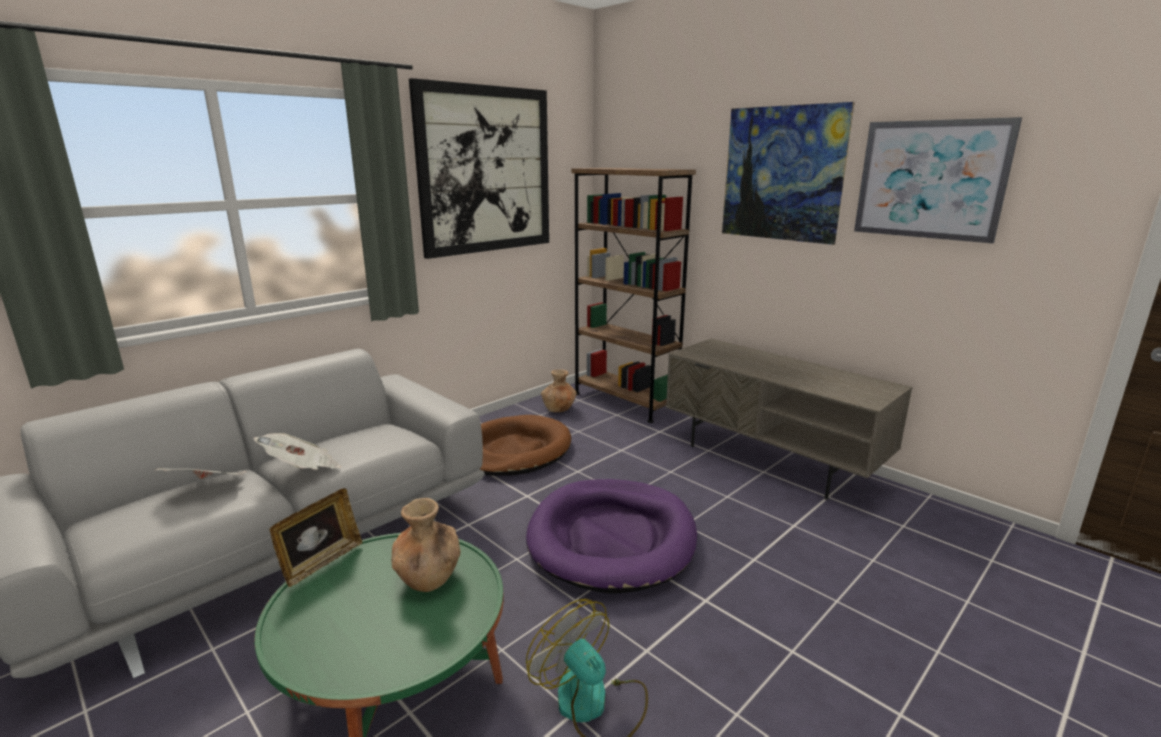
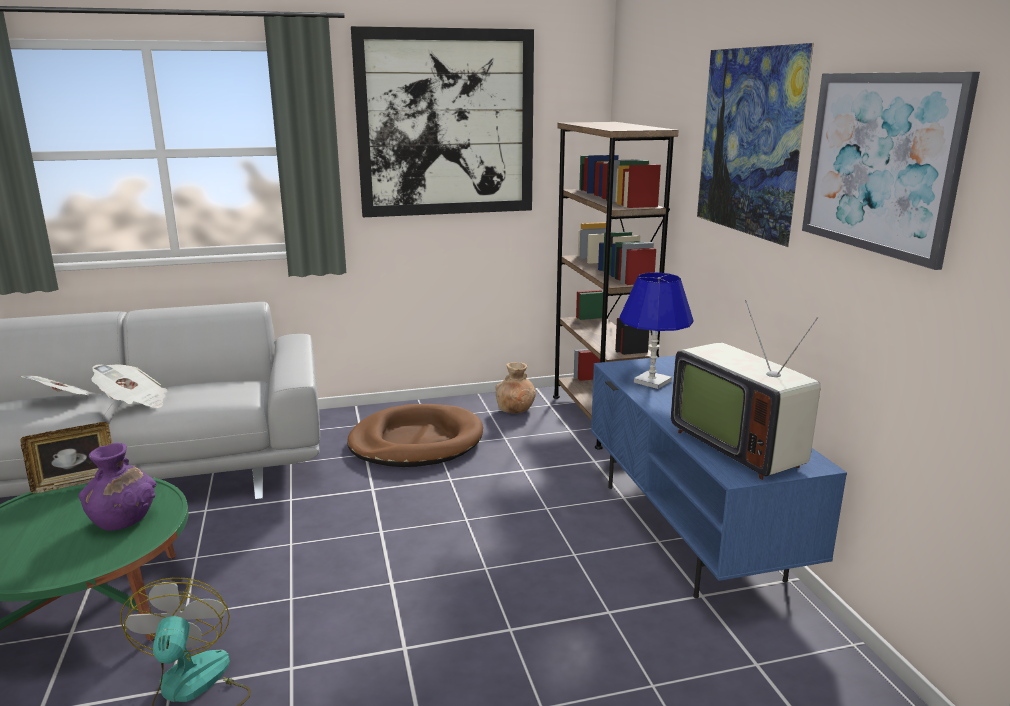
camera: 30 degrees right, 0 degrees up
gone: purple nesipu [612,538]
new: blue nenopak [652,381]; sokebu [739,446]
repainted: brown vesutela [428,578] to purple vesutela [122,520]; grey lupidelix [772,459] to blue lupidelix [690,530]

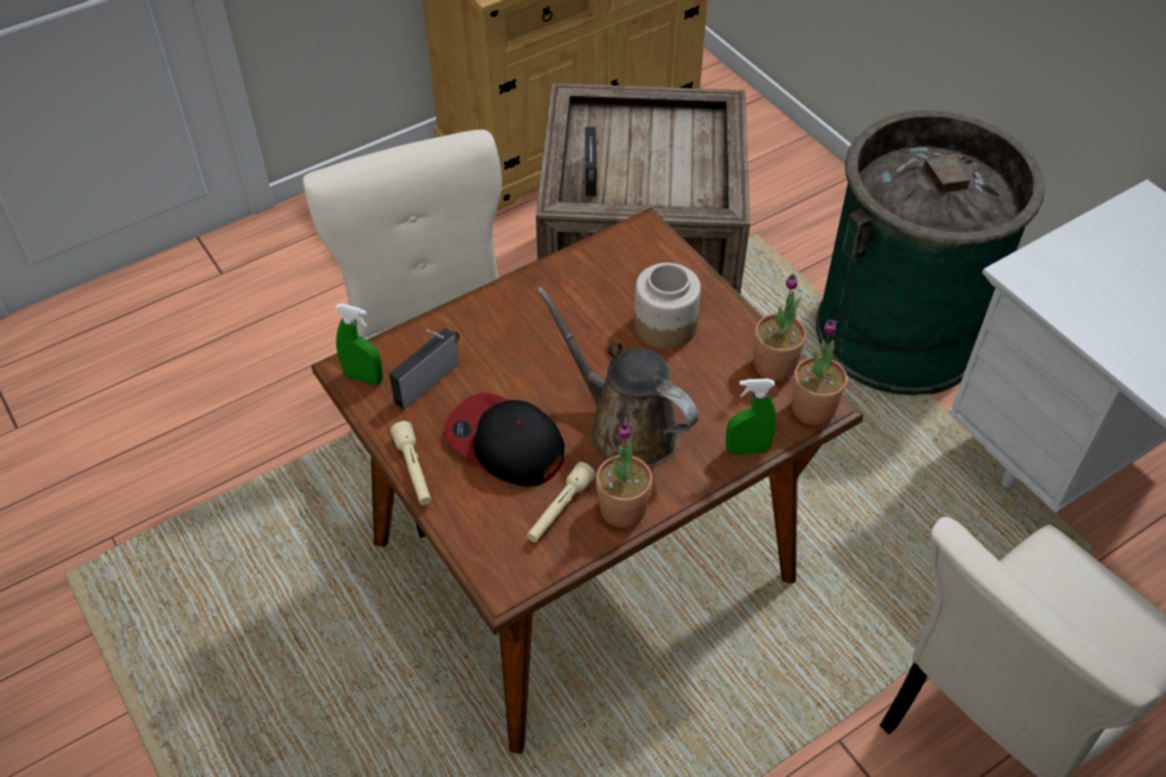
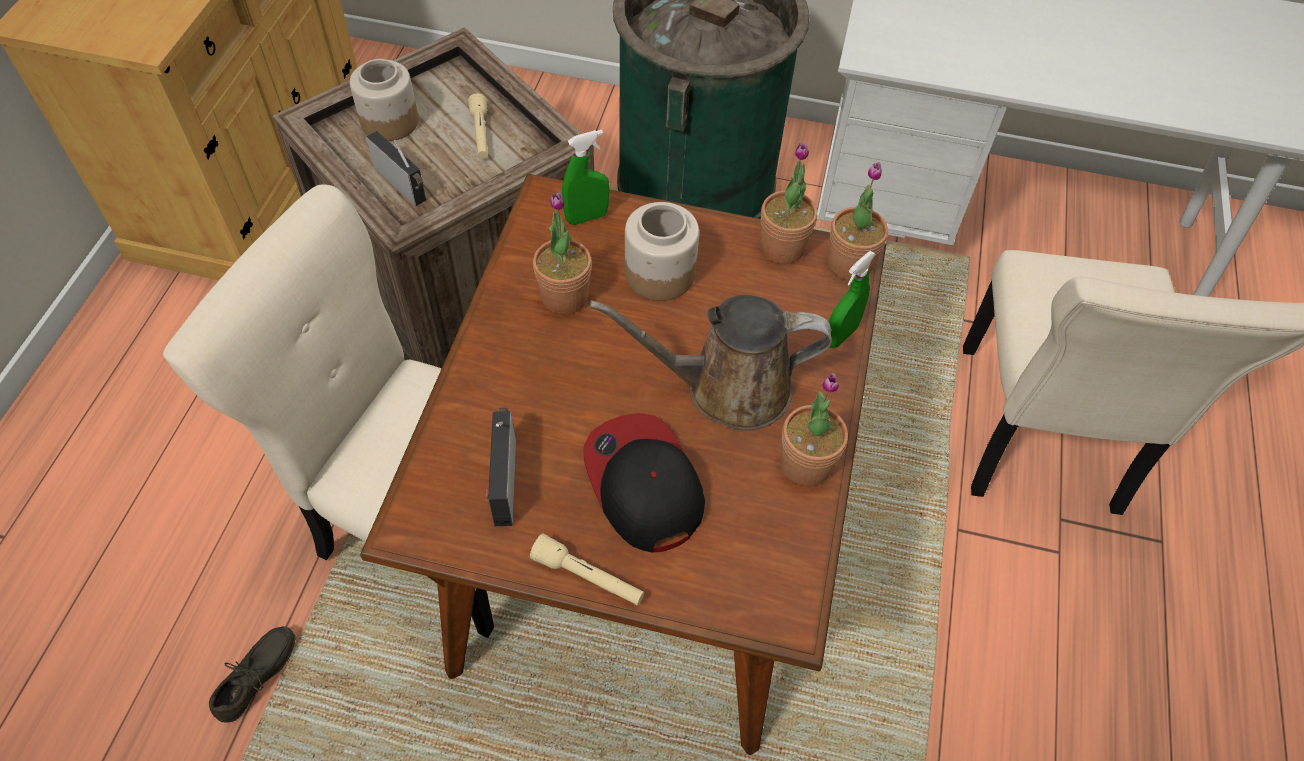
camera: 45 degrees left, 5 degrees up
new: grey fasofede [260,678]; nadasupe [389,122]; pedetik [564,297]
shifted: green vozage [363,377] to [586,217]; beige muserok [559,509] to [481,134]
rotated: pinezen [505,443] = [642,484] 75 degrees clockwise

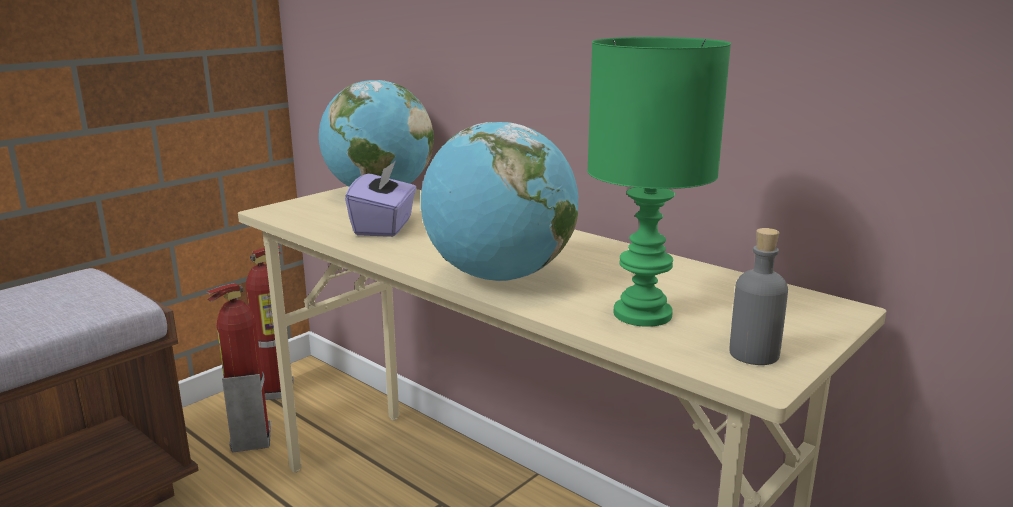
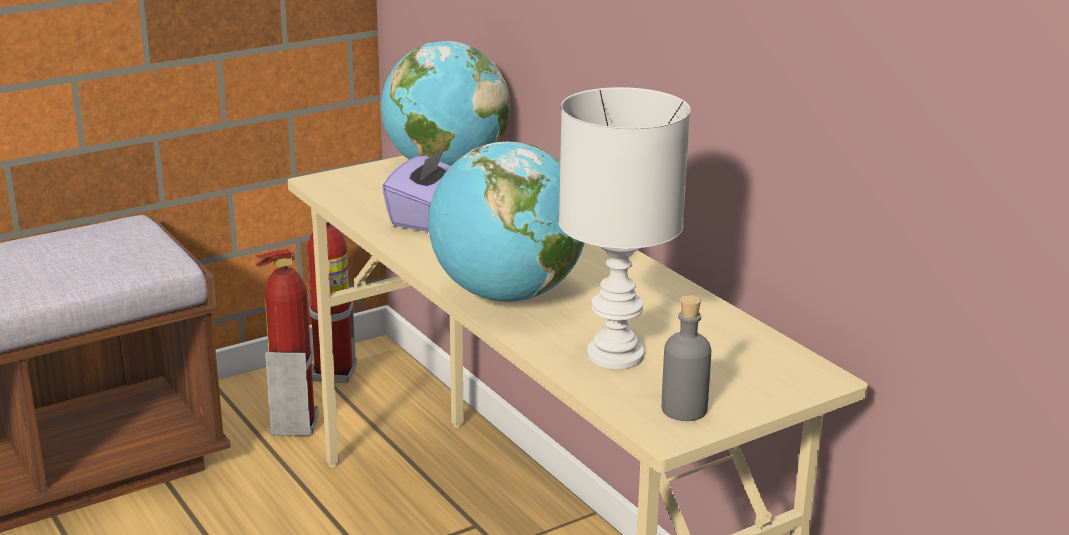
camera: 15 degrees right, 5 degrees up
repainted: green nenopak [641,313] to white nenopak [615,354]

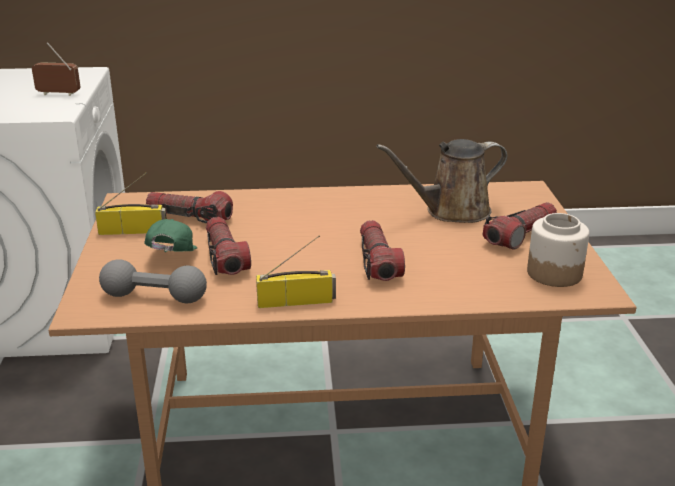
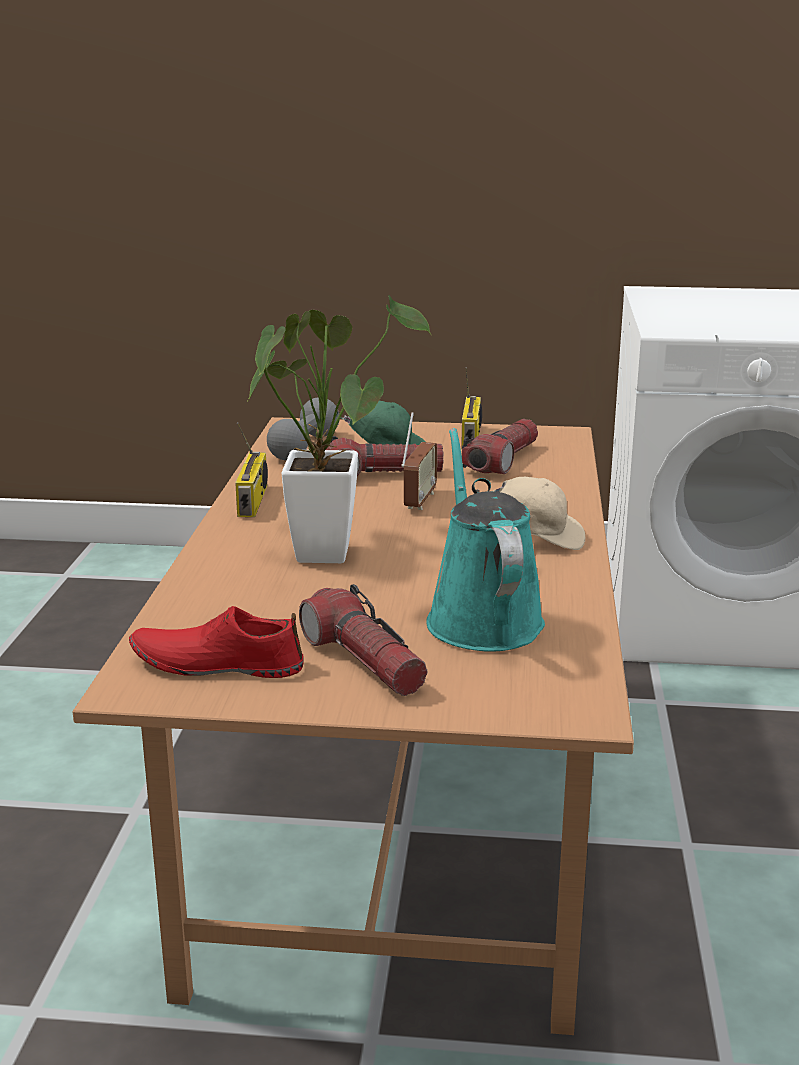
camera: 100 degrees right, 5 degrees down
new: beige pinezen [536,538]
shifted: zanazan [58,94] to [419,501]
swapped: muserok [378,262] to pedetik [325,548]; nadasupe [554,273] to red fasofede [216,663]
repainted: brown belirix [451,211] to turquoise belirix [481,618]

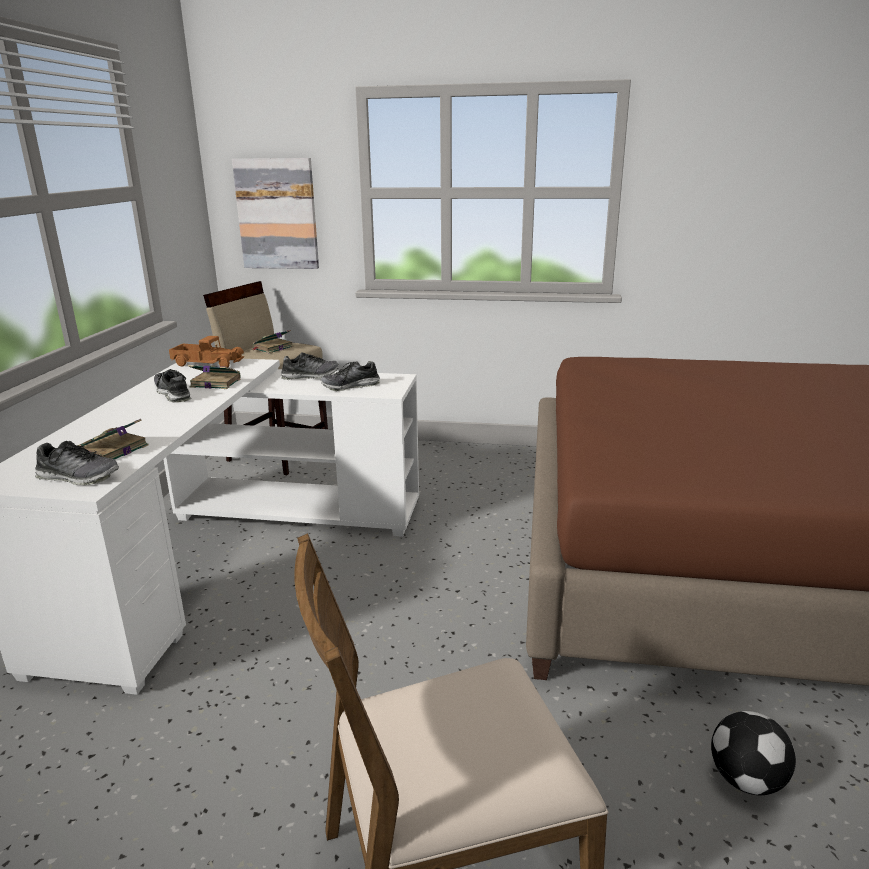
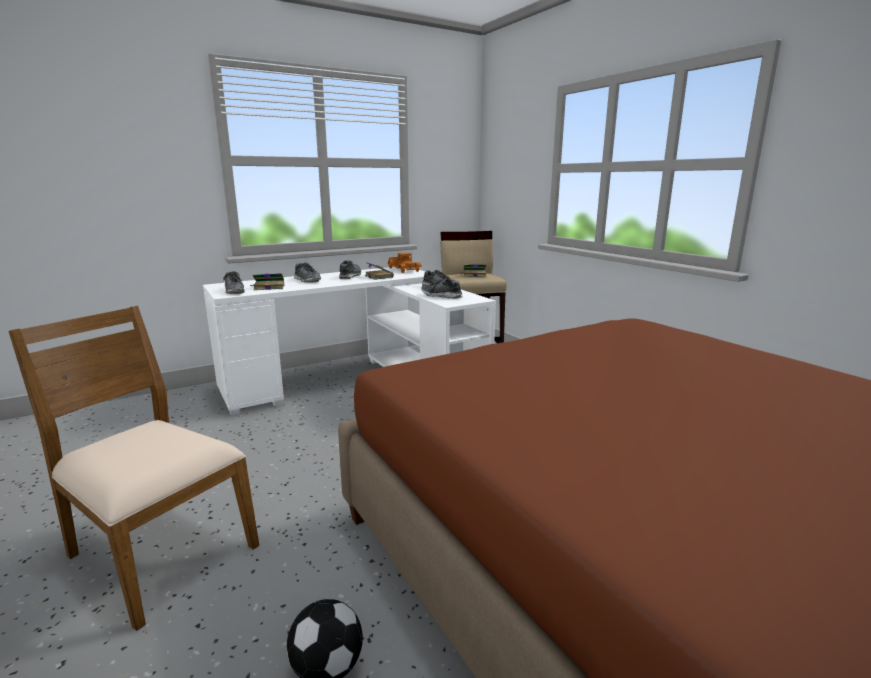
camera: 50 degrees right, 5 degrees down
gone: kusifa [277,214]
new: fasofede [307,280]

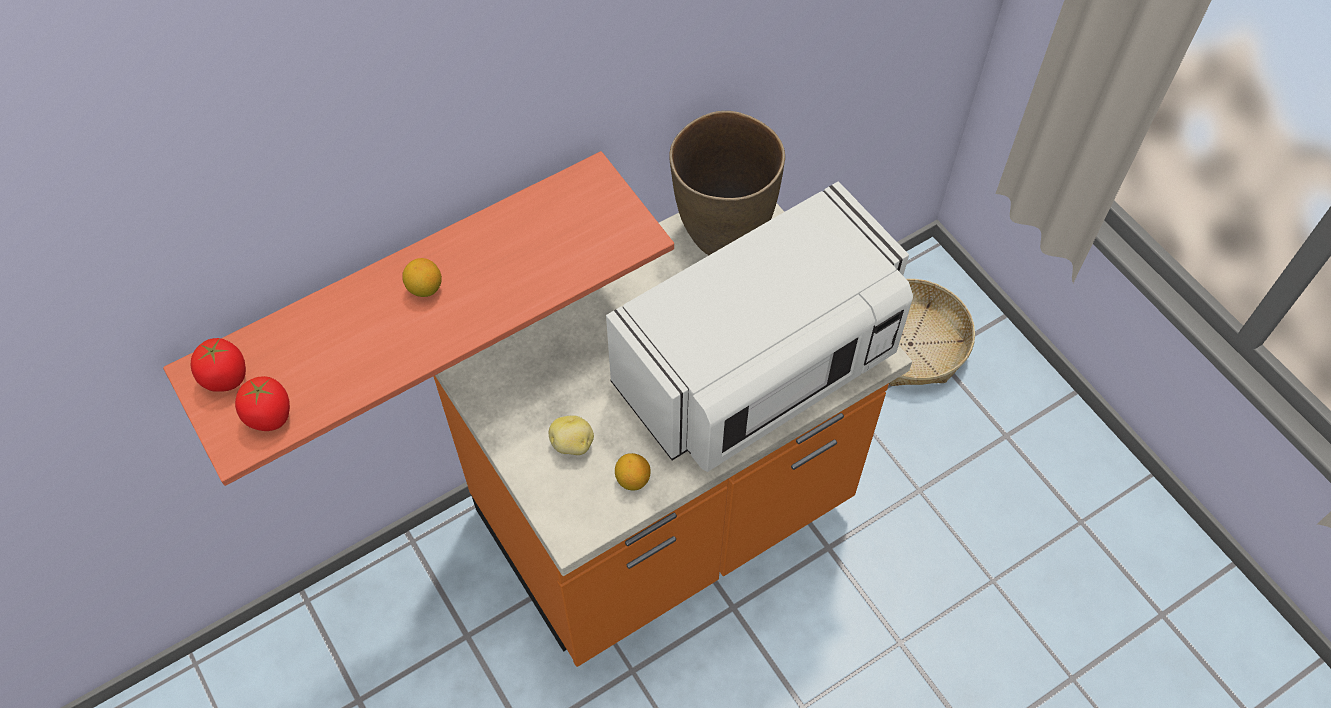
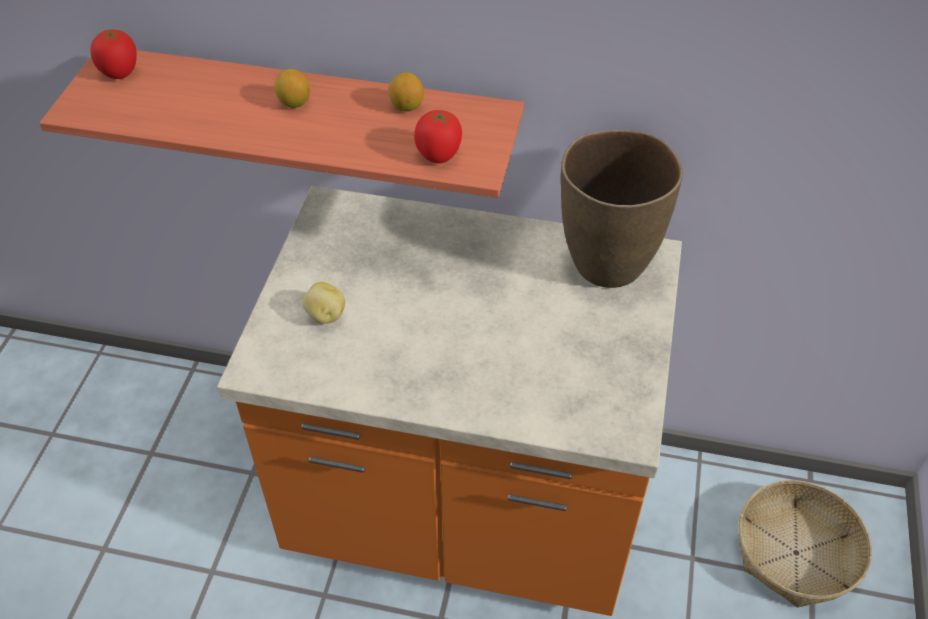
camera: 45 degrees right, 10 degrees down
gone: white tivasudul [759,368]
shifted: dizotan [270,416] to [438,155]; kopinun [632,480] to [406,106]

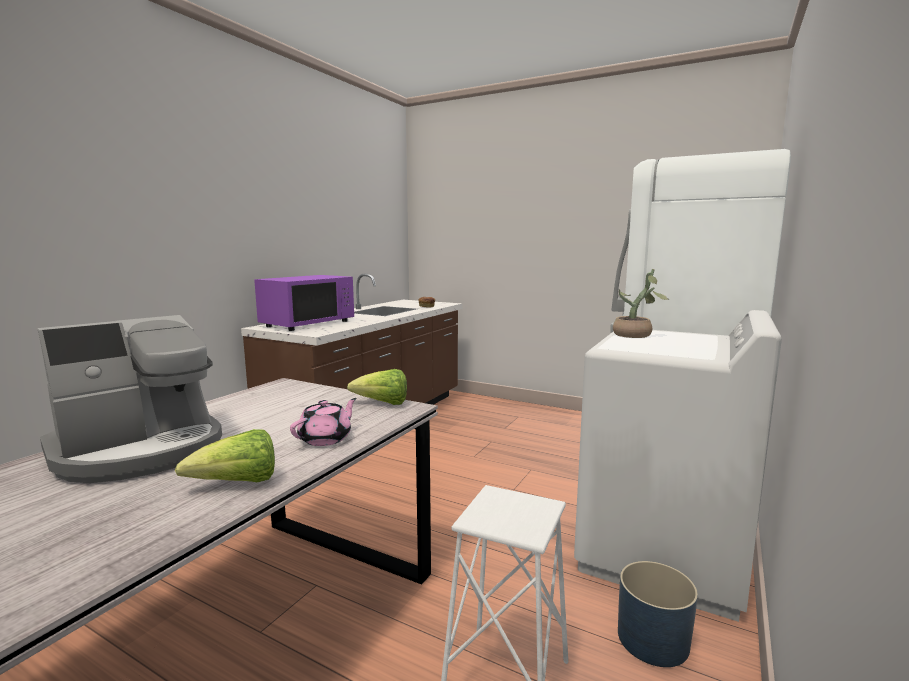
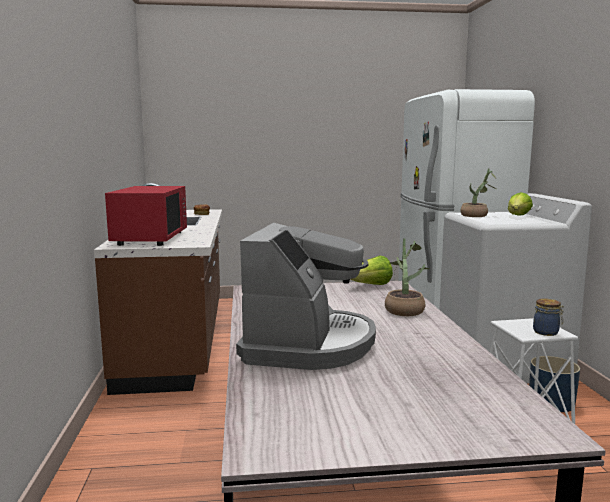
camera: 35 degrees left, 0 degrees up
new: nadasupe [547,332]
shifted: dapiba [238,484] to [518,216]
swapped: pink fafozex [326,439] to pedetik [404,309]
repainted: purple tivasudul [307,323] to red tivasudul [150,238]

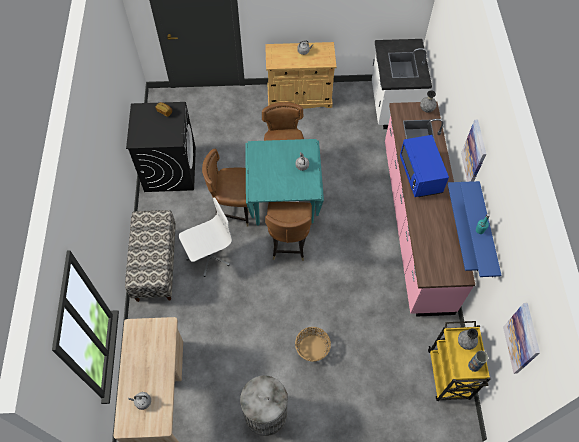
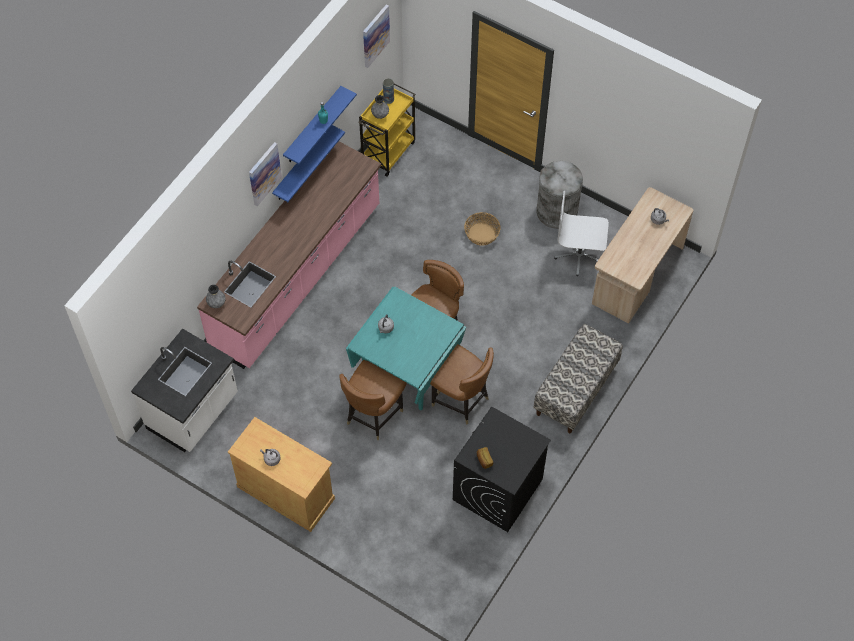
camera: 145 degrees left, 0 degrees up
gone: blue tivasudul [420,175]
shifted: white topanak [209,256] to [579,255]

